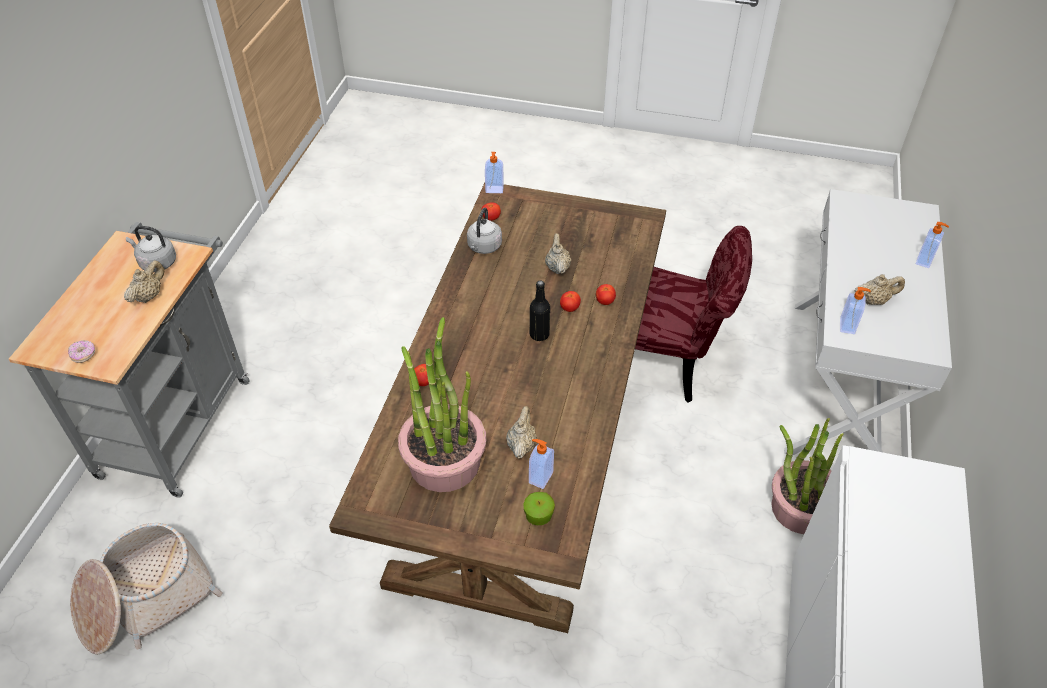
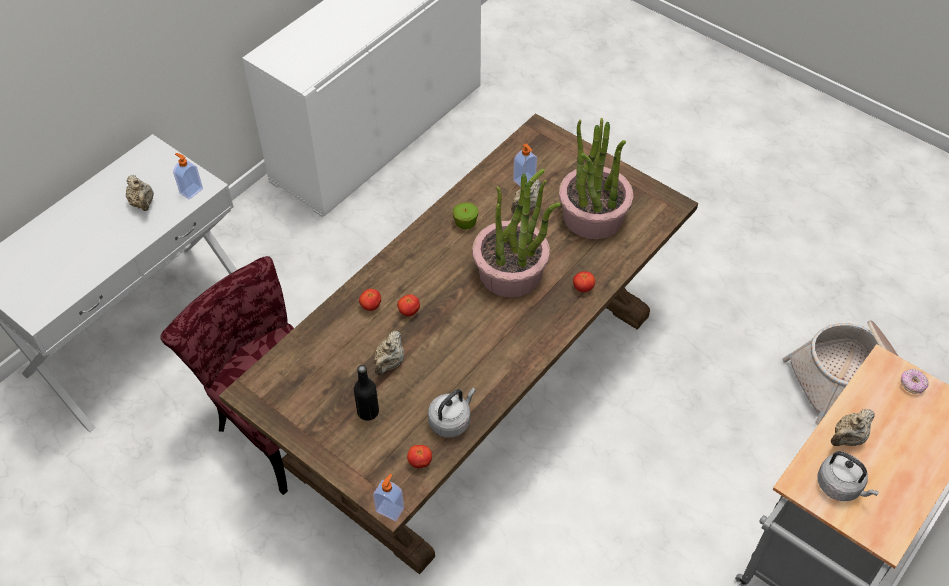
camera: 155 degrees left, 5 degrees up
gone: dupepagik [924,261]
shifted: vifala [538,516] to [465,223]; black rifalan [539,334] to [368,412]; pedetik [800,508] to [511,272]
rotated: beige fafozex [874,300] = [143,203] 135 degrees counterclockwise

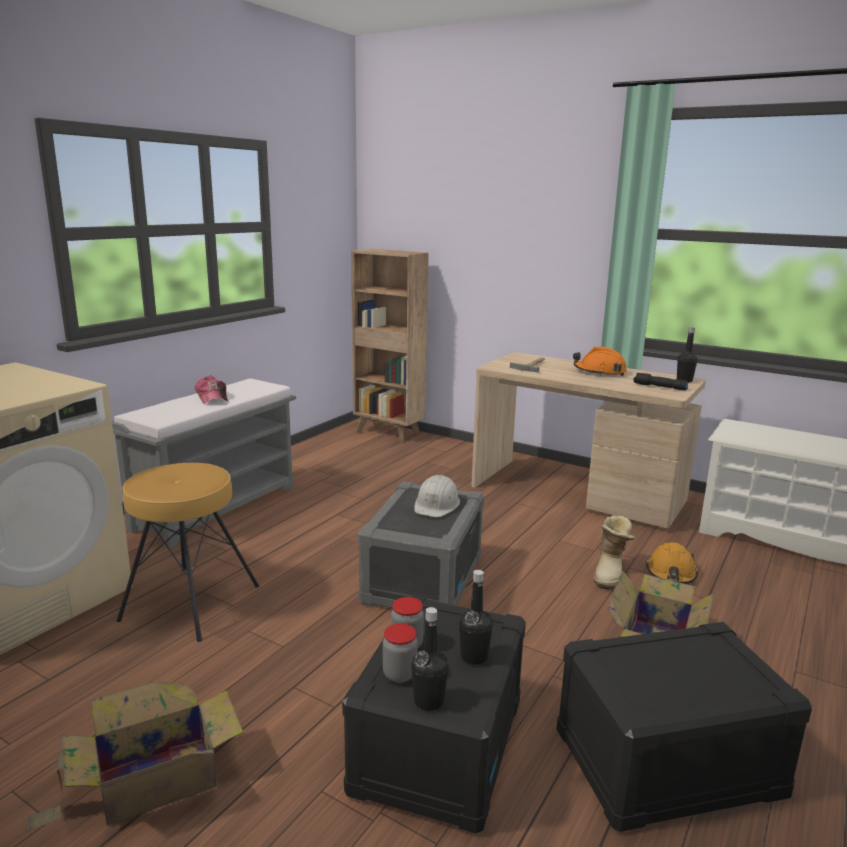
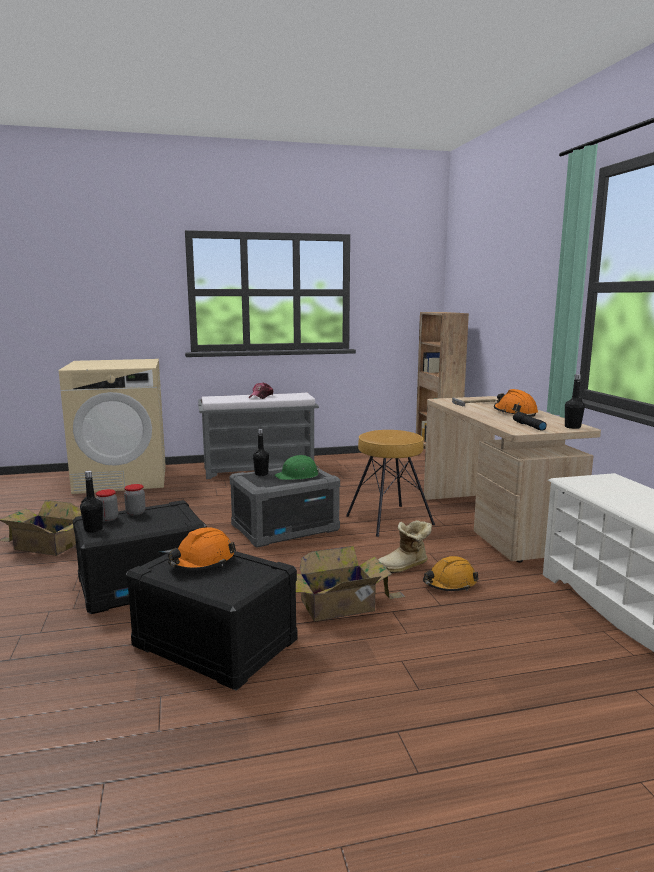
camera: 45 degrees right, 5 degrees down
new: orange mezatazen [202,562]
shifted: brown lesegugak [190,602] to [389,520]; black rifalan [474,657] to [261,474]
repainted: white mezatazen [437,504] to green mezatazen [297,475]

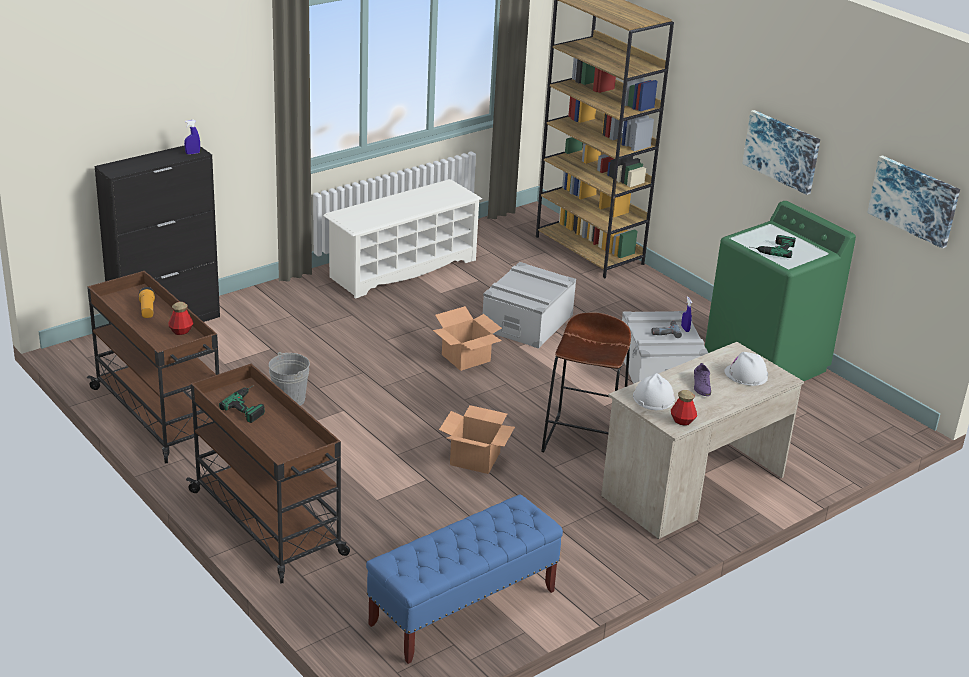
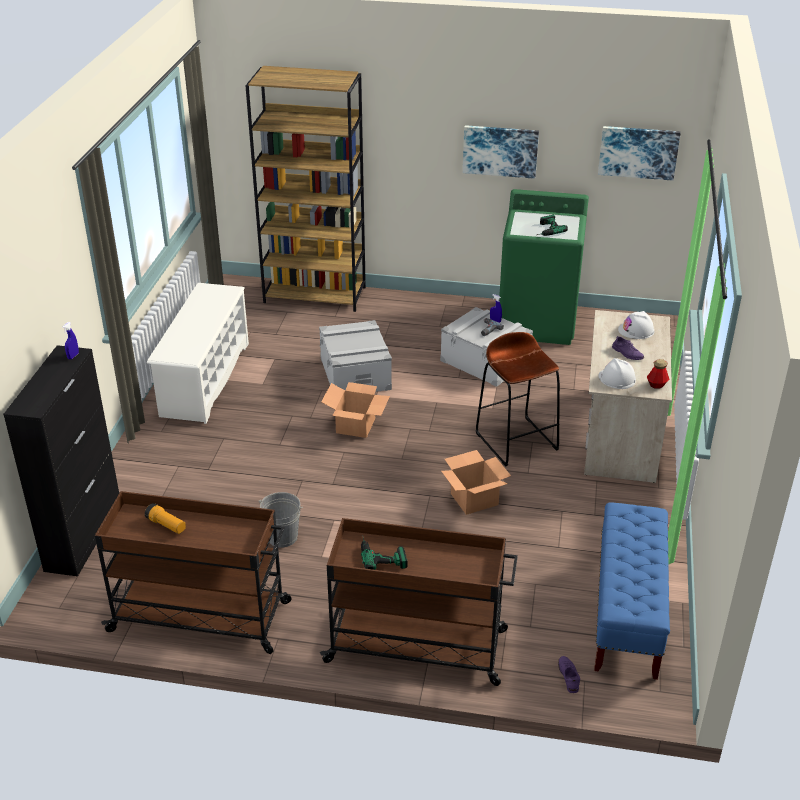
camera: 40 degrees left, 5 degrees up
gone: rifalan [181,331]
new: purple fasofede [568,676]

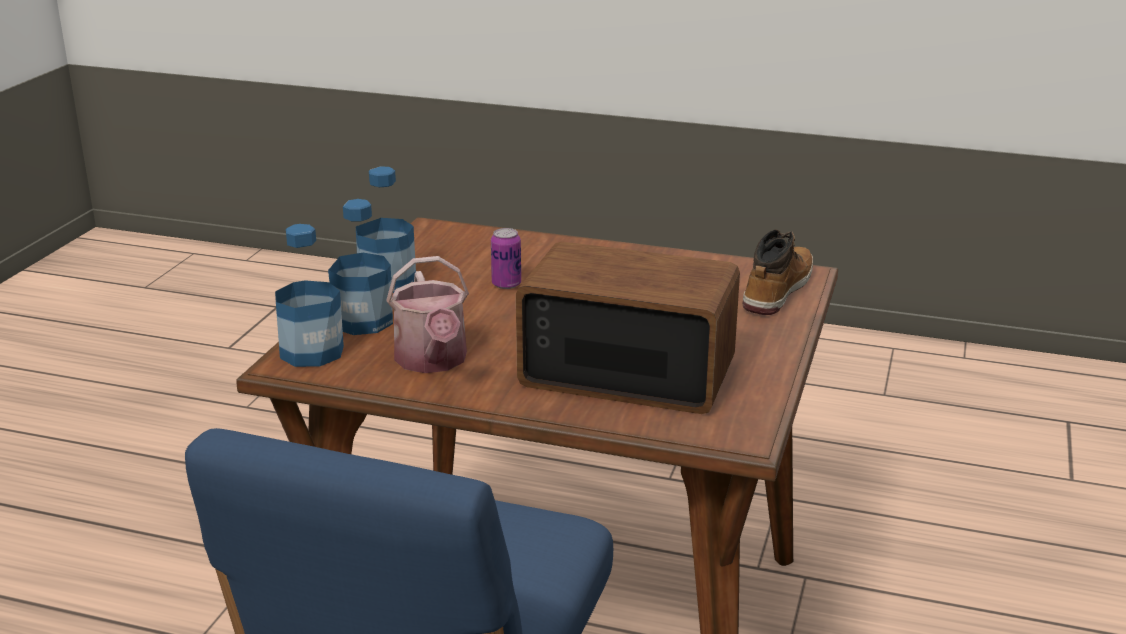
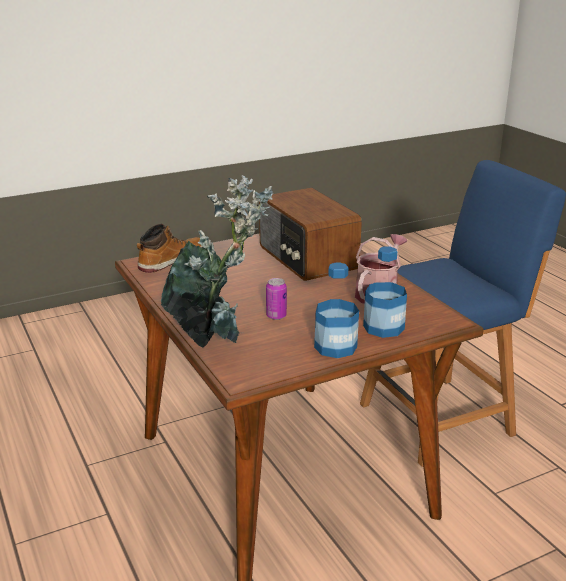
camera: 135 degrees left, 0 degrees up
gone: rifalan [312,352]
new: pedetik [215,338]
rotated: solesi [776,290] = [171,260] 150 degrees clockwise

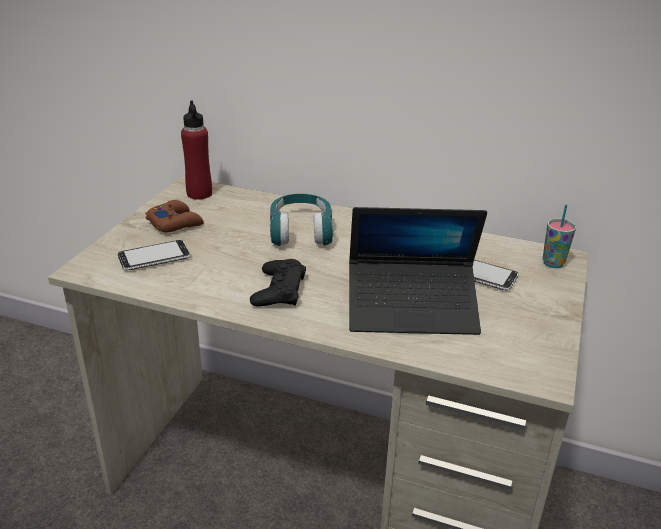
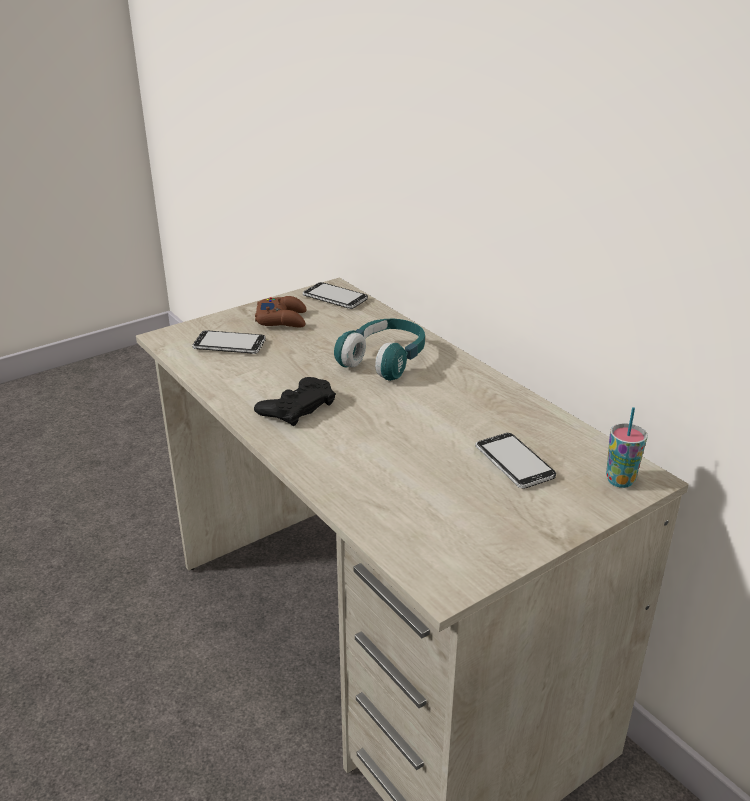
camera: 35 degrees right, 0 degrees up
gone: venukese [412,309]
swapped: red rifalan [199,194] to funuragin [335,298]

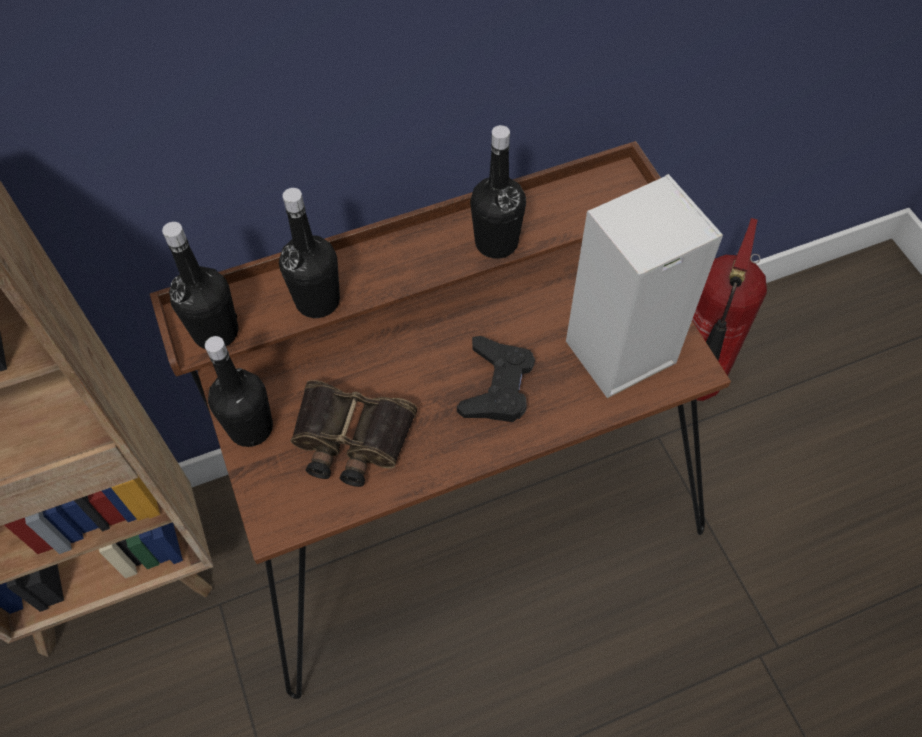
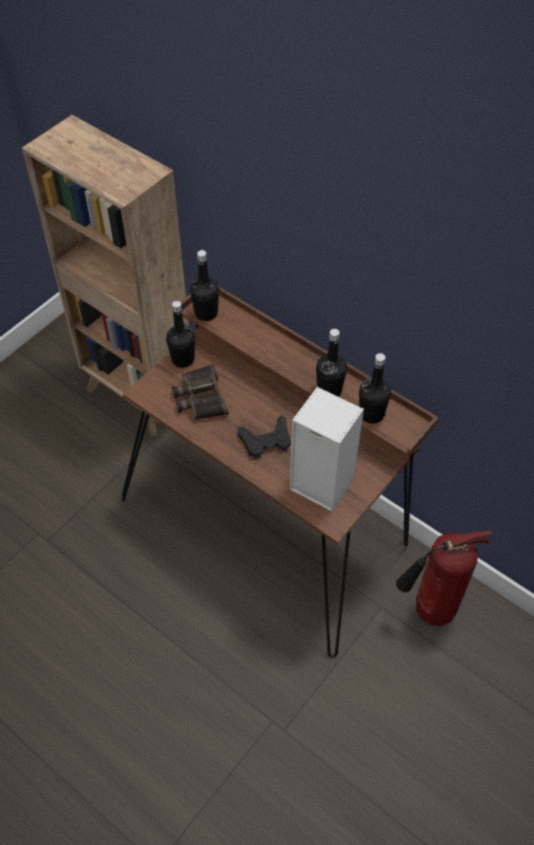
camera: 60 degrees right, 5 degrees down
shifted: black rifalan [317,301] to [371,414]

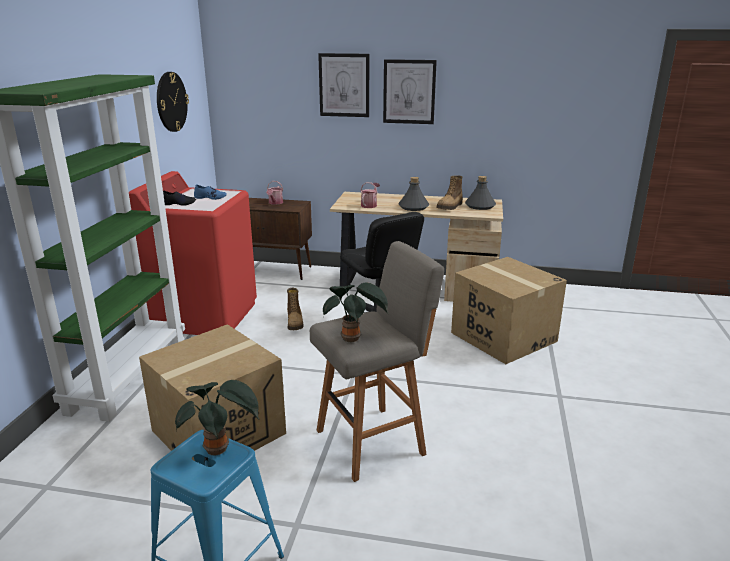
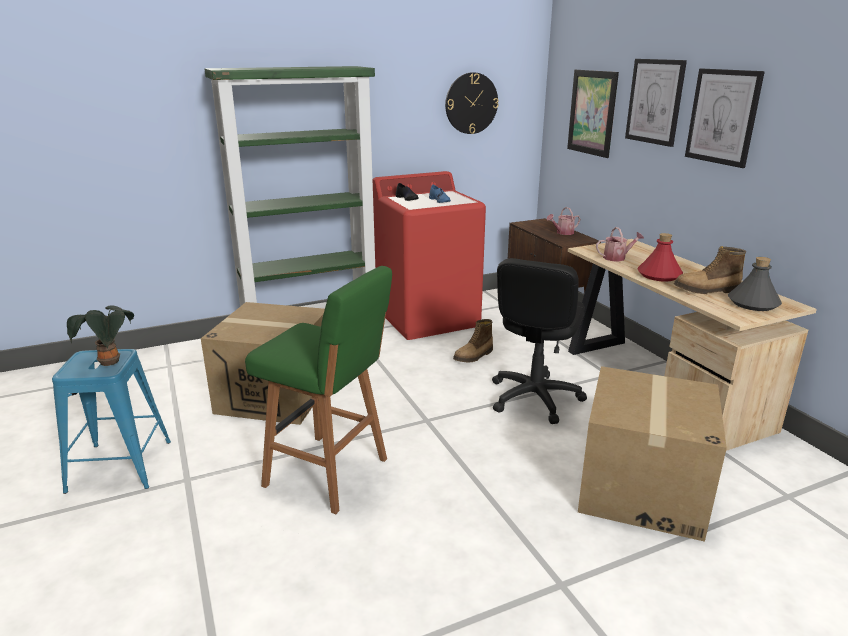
camera: 55 degrees right, 0 degrees up
gone: pedetik [353,339]
new: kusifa [592,113]
repainted: grey lesegugak [373,441] to green lesegugak [330,474]; grey rifalan [413,207] to red rifalan [659,275]

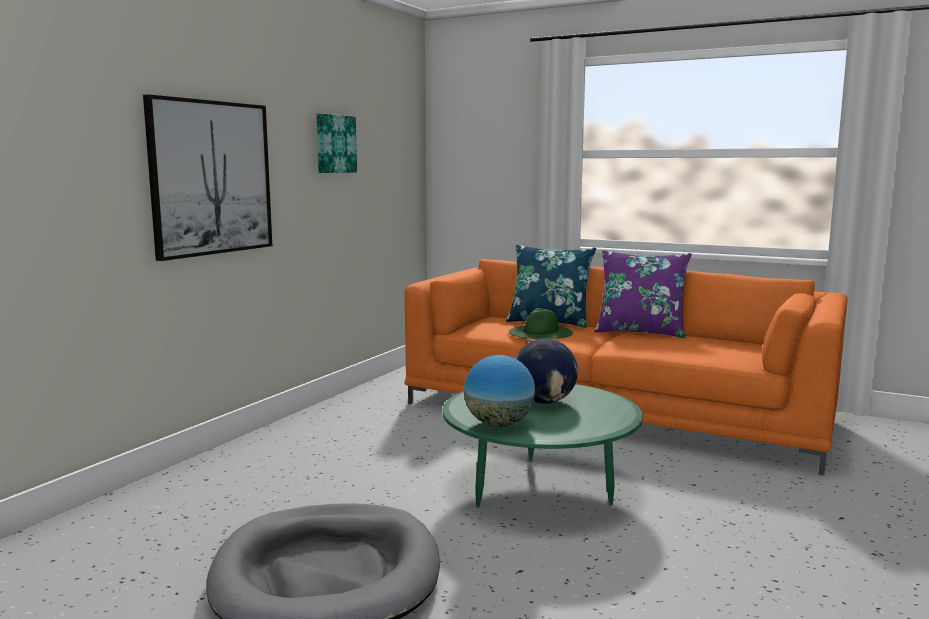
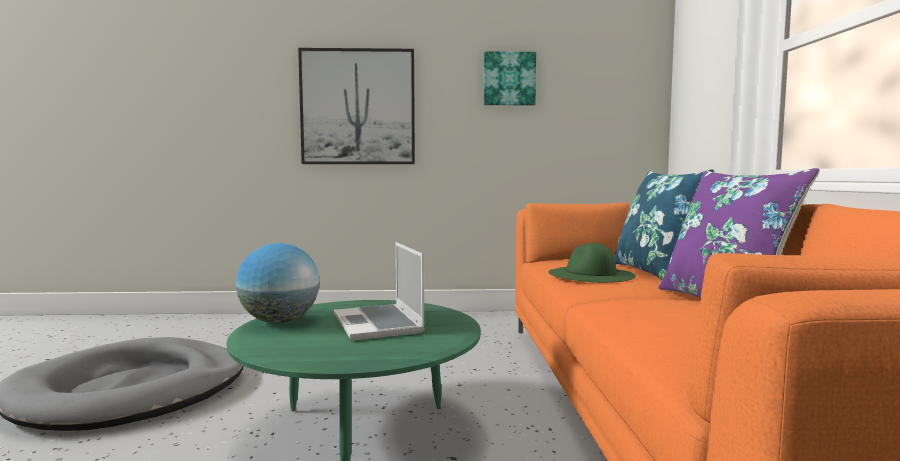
camera: 60 degrees right, 5 degrees down
swapped: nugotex [544,402] to venukese [379,324]

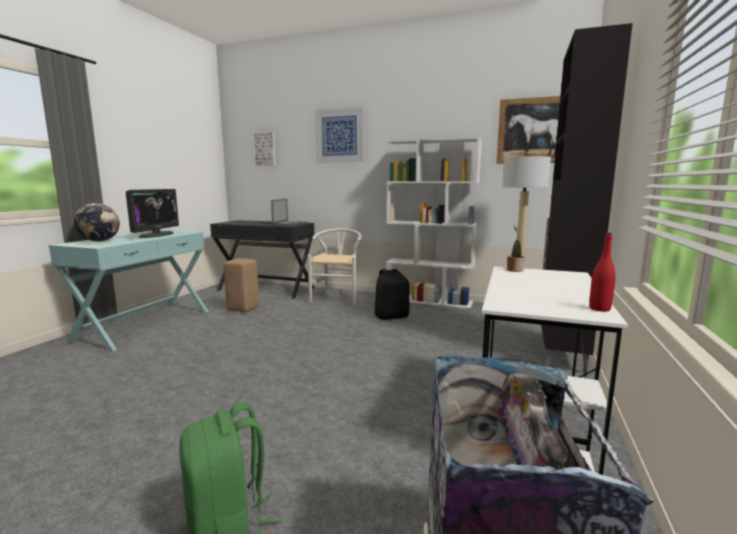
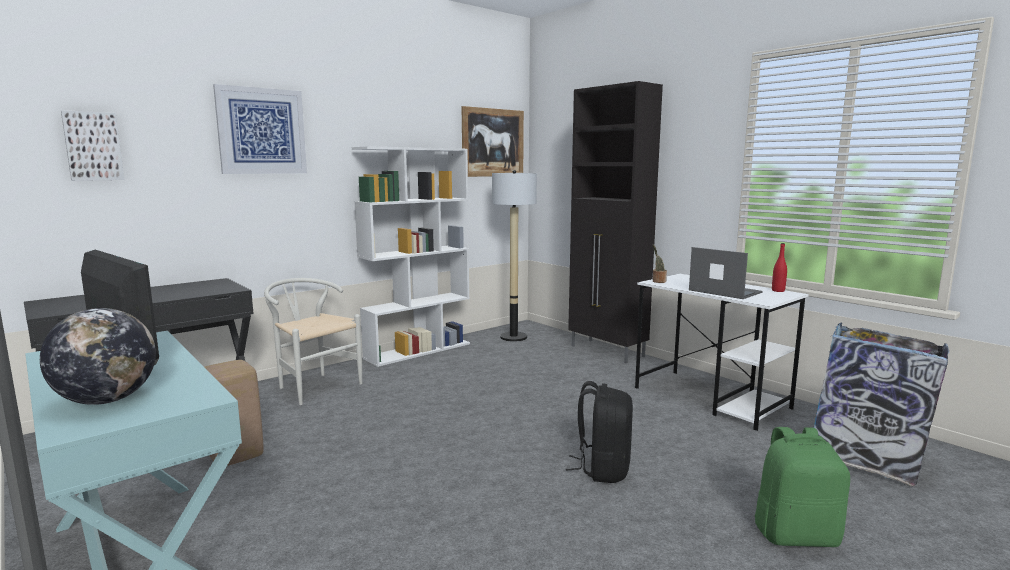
camera: 60 degrees left, 0 degrees up
shifted: venukese [290,223] to [724,291]; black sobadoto [391,316] to [602,469]

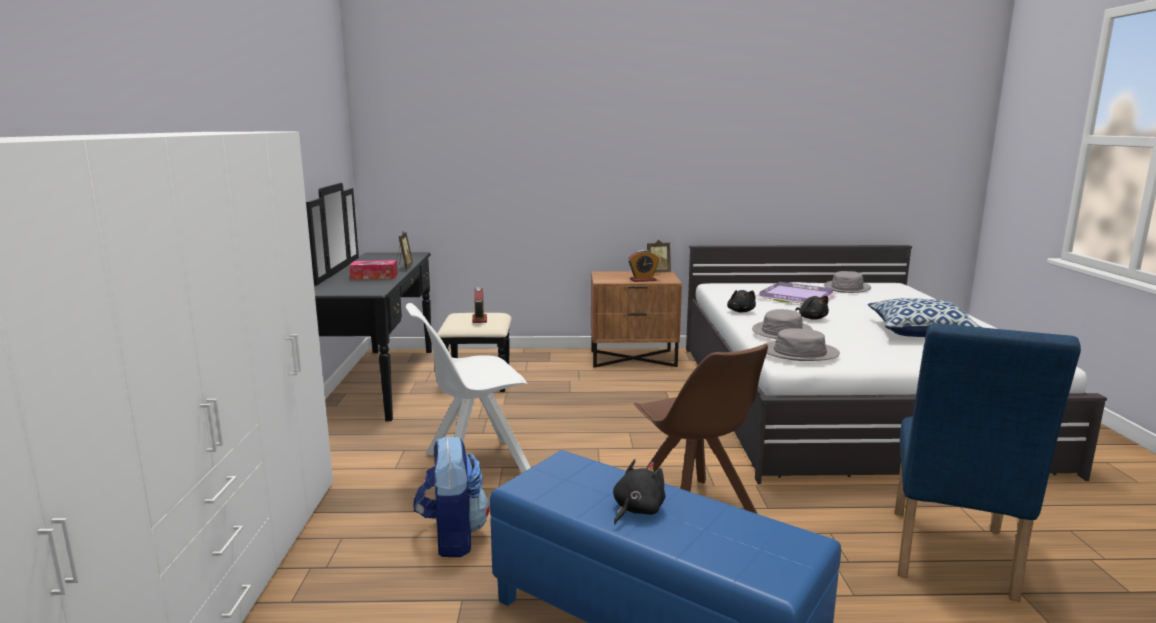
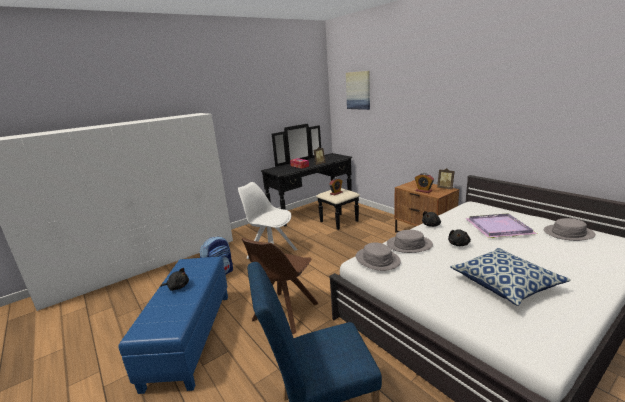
camera: 55 degrees right, 5 degrees up
new: kusifa [358,90]

